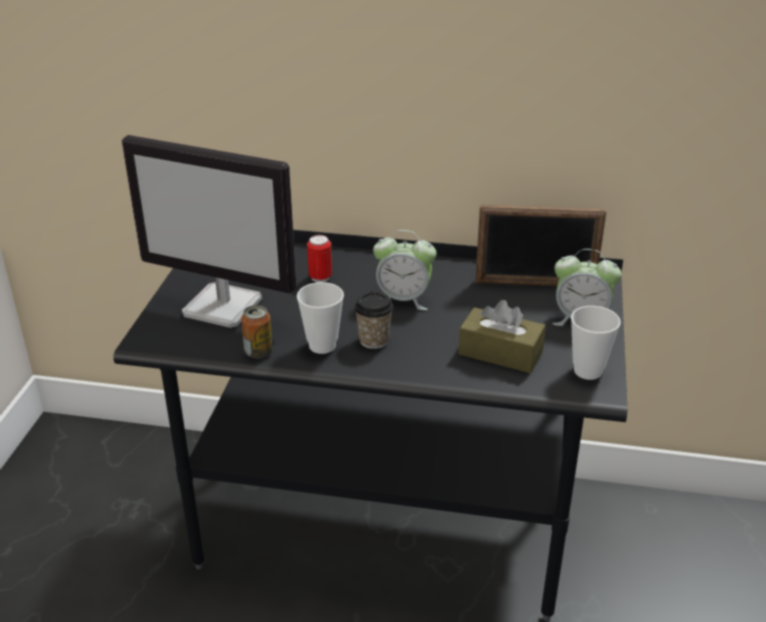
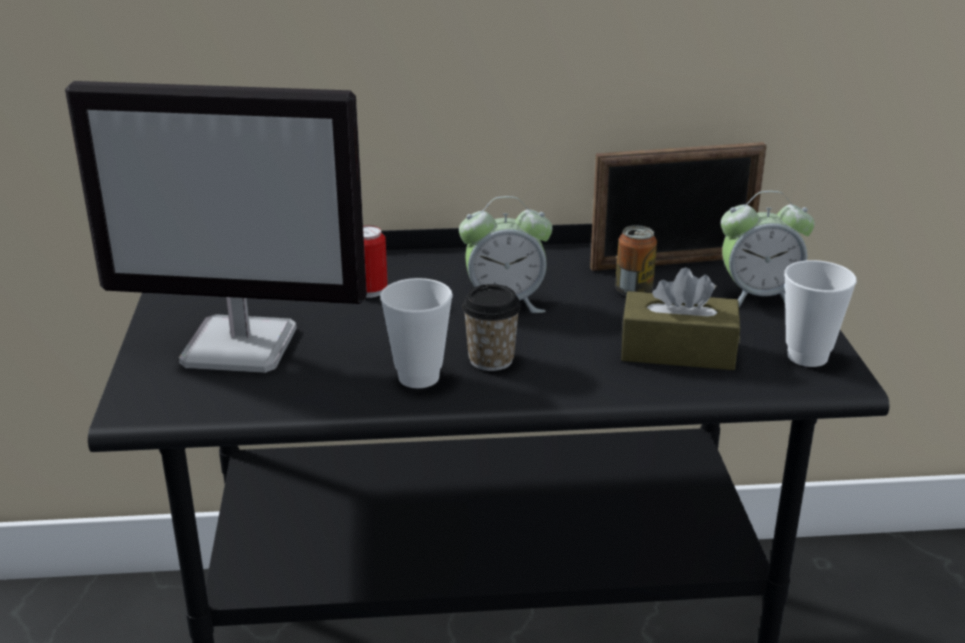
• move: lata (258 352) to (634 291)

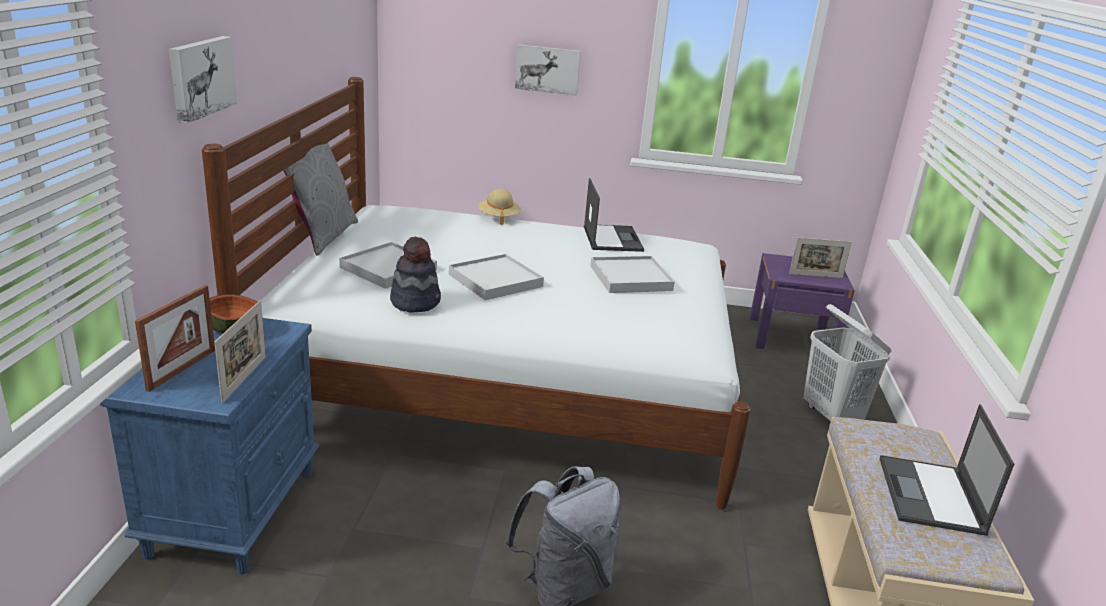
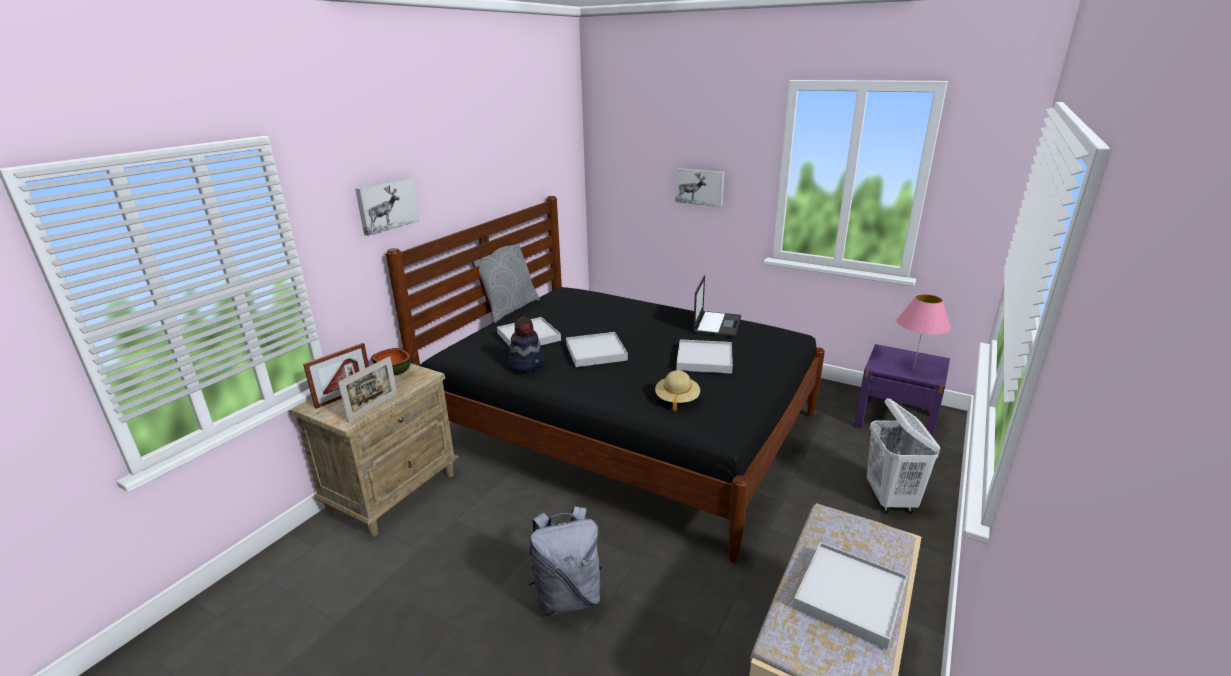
• move: sombrero [beis] (498 217) to (677 399)
• replace: portarretratos (815 276) to lámpara de mesa [rosa] (913 369)
• replace: portátil (931 496) to bandeja [blanco] (850 596)
• recolor: mesita de noche [azul] (233 510) to mesita de noche [beis] (393 492)
• recolor: cama [blanco] (507 383) to cama [negro] (624 429)

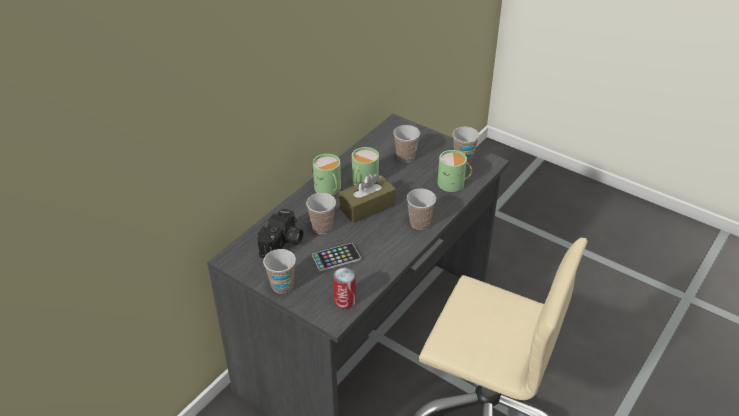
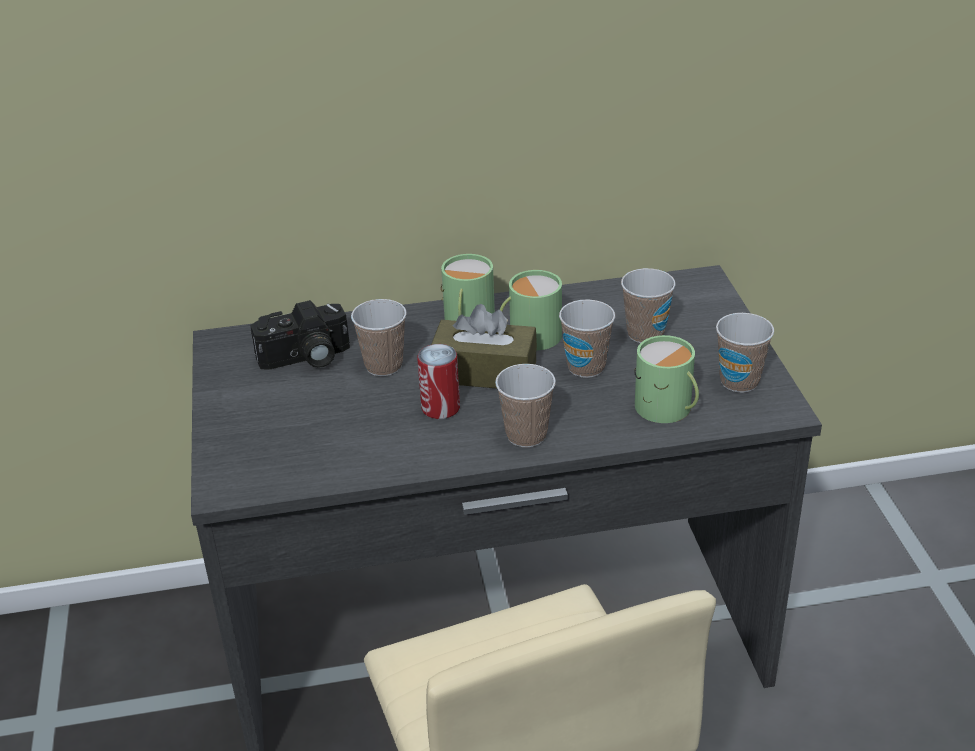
• delete: móvil (336 257)
• move: taza (282 286) to (586 367)
• move: lata (345 301) to (440 408)

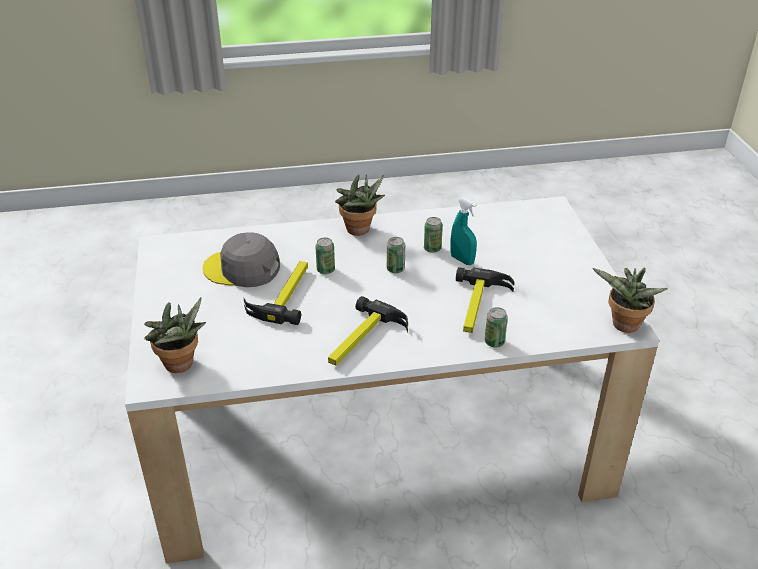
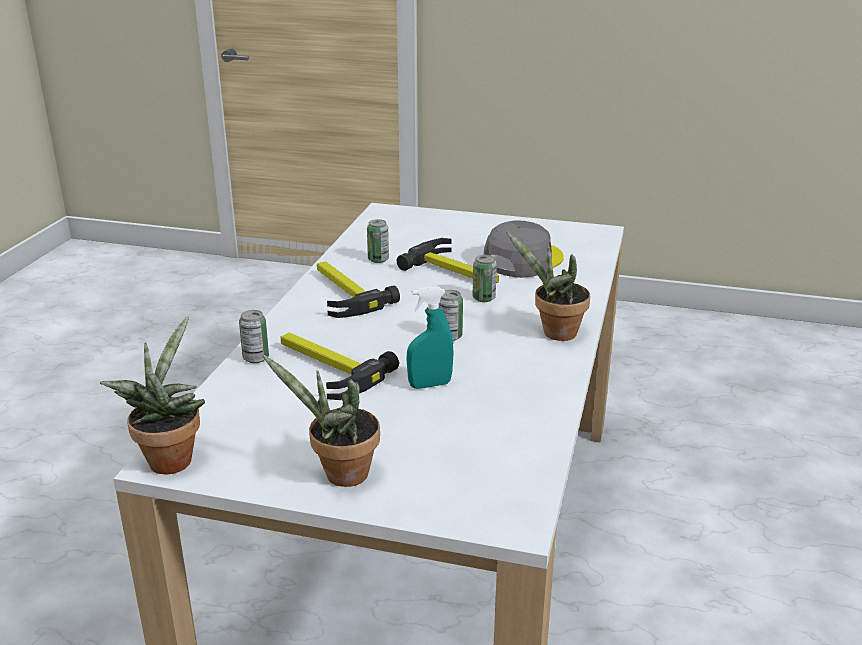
• move: planta en maceta (181 366) to (340 475)
• move: lata (432 249) to (378 259)

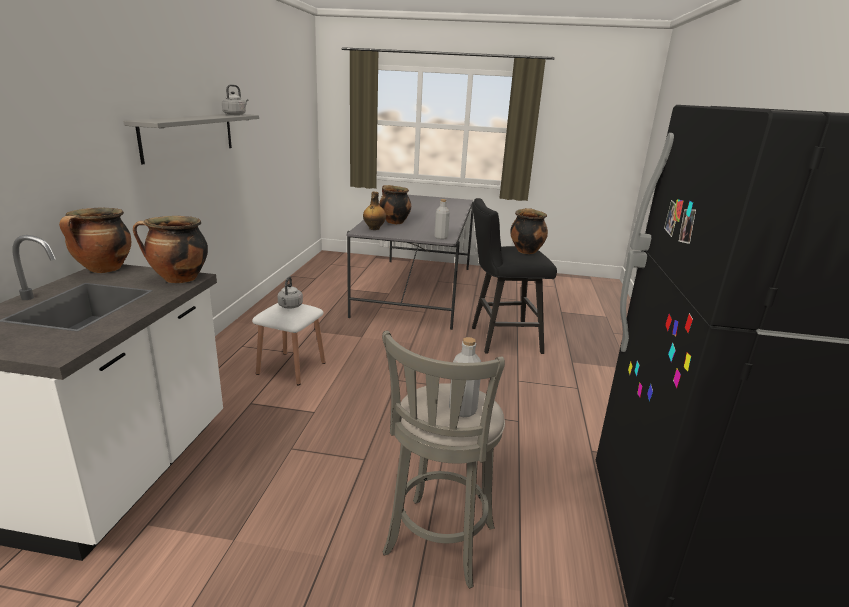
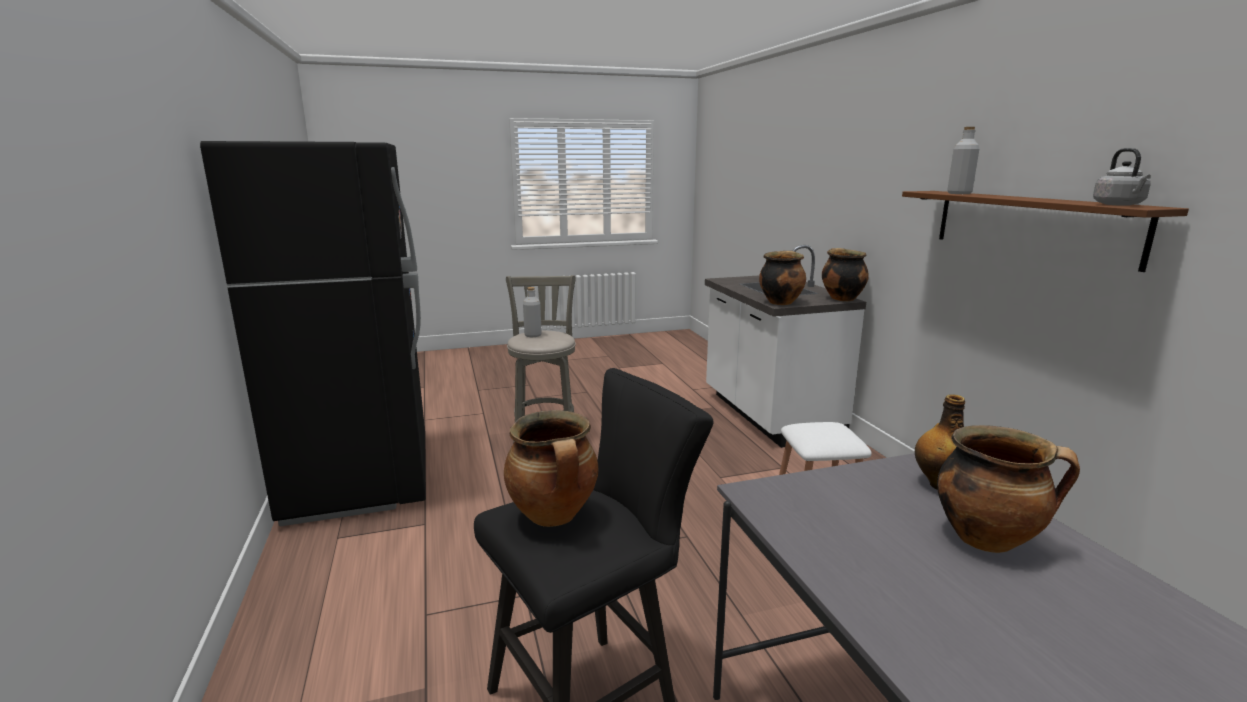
• delete: hervidor [gris] (290 306)
• move: botella [gris] (441 237) to (959 193)
• recolor: estante [gris] (189 136) to estante [marrón] (1031 225)

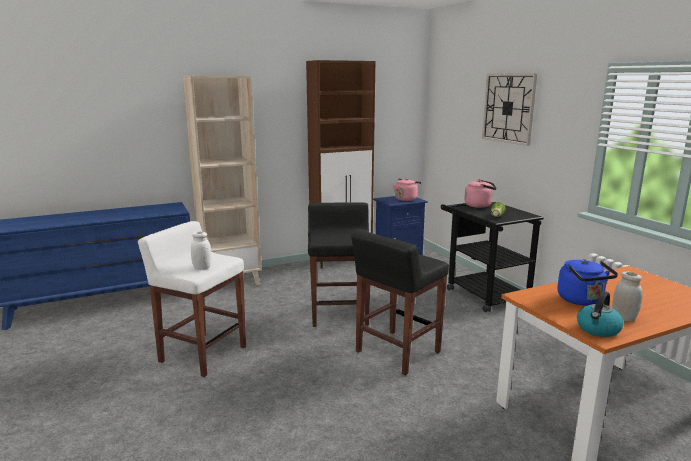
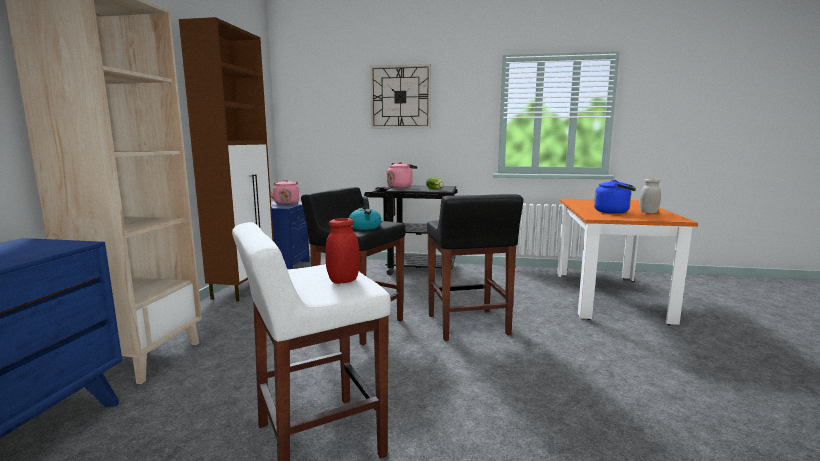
• move: hervidor (598 329) to (365 227)
• recolor: tarro [blanco] (202 267) to tarro [rojo] (343 280)

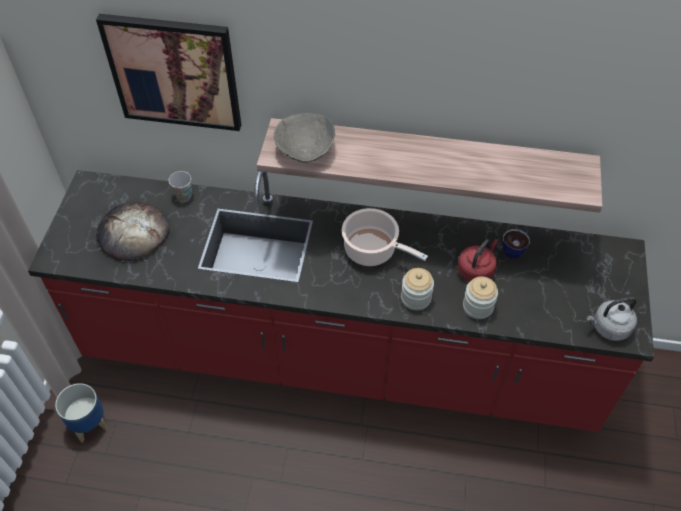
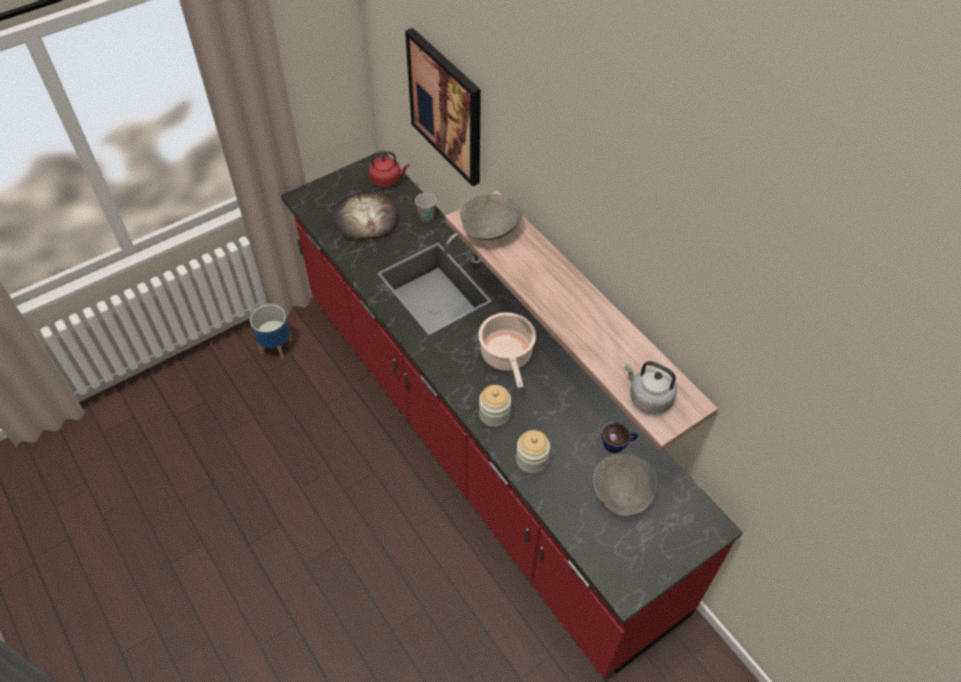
• insert: cuenco [gris] (622 493)
• move: hervidor [rojo] (476 270) to (387 180)
• move: hervidor [gris] (608 328) to (648 397)

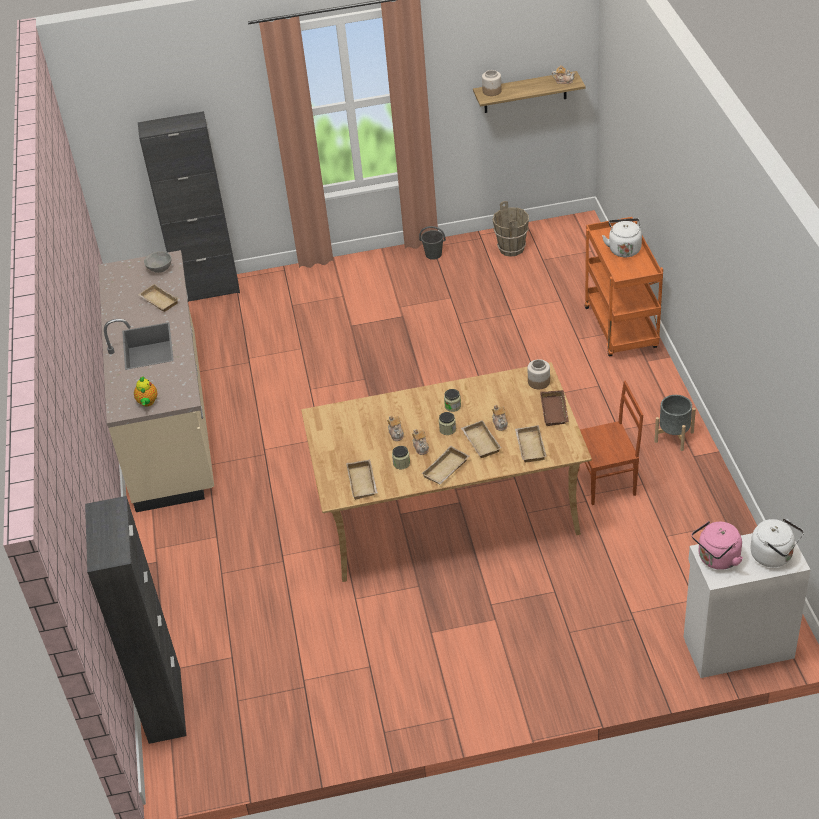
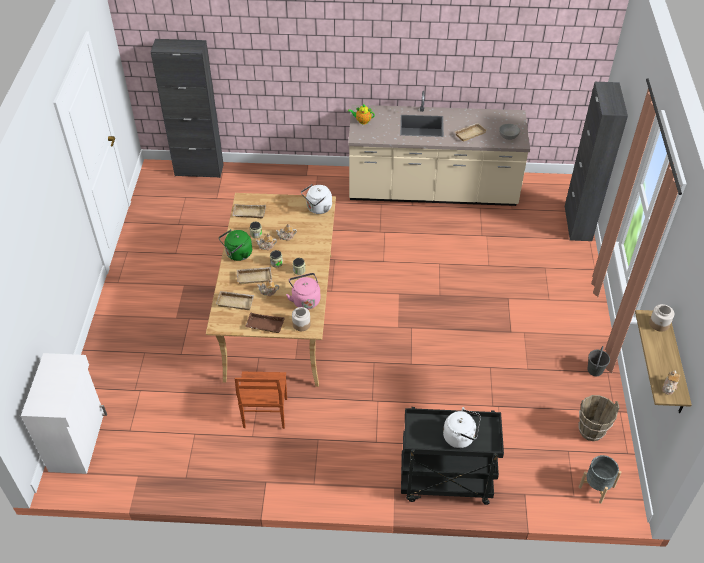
• move: maceta [gris] (674 437) to (596 487)
• move: hervidor [rosa] (717 559) to (305 300)
• move: hervidor [blanco] (774 556) to (318 208)
• replace: bandeja [beis] (446 470) to hervidor [verde] (237 254)
• recolor: carrito [naranja] (622 329) to carrito [negro] (444 483)

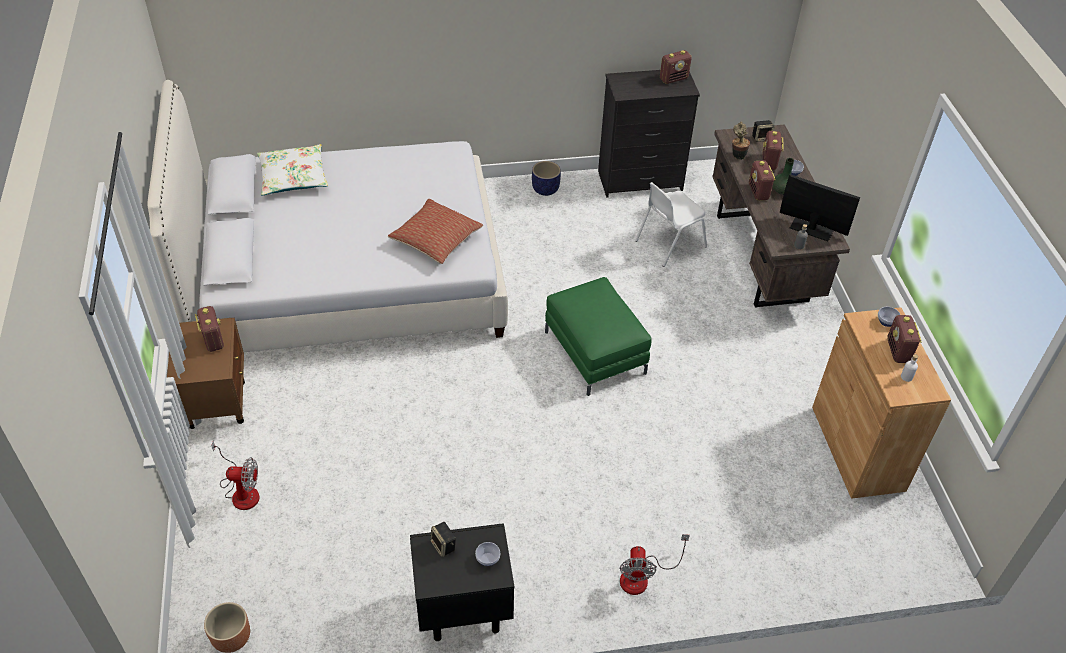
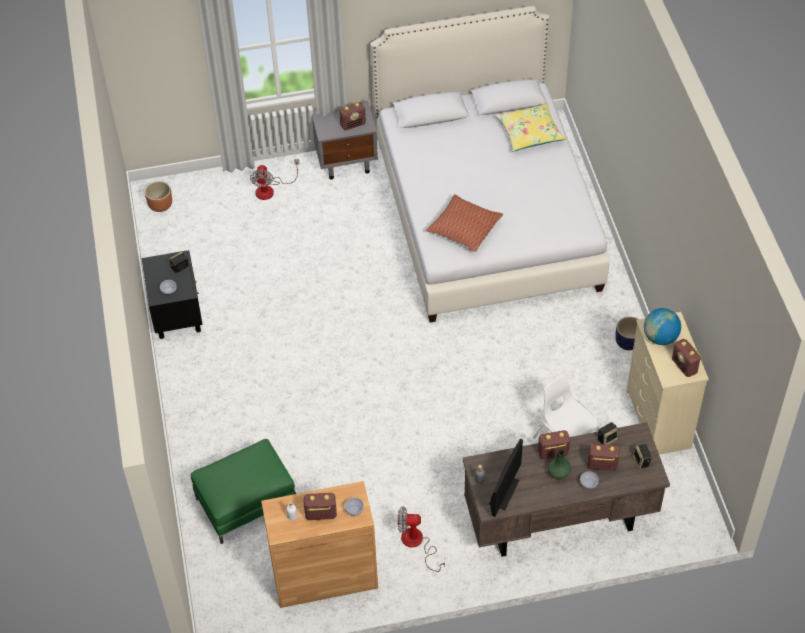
• insert: globo terráqueo (660 338)
• move: puf [verde] (595 352) to (246 503)
• move: ventilador (642 577) to (417 544)
• replace: planta en maceta (737 155) to altavoz (607 439)
• recolor: mesita de noche [marrón] (217 403) to mesita de noche [gris] (347 162)
• recolor: cojín [blanco] (293 177) to cojín [amarillo] (530 133)
• recolor: cómoda [negro] (641 181) to cómoda [beis] (658 420)

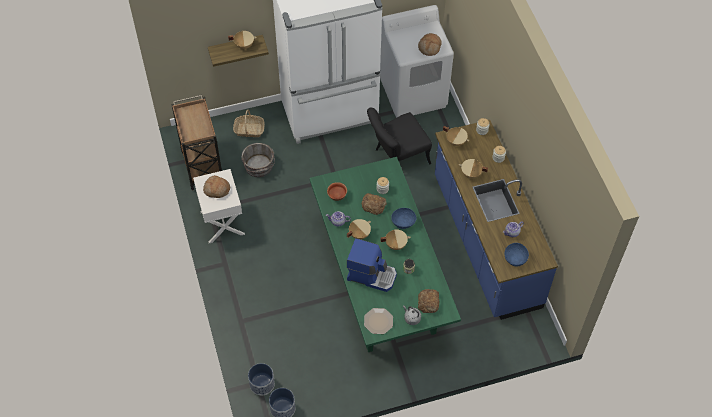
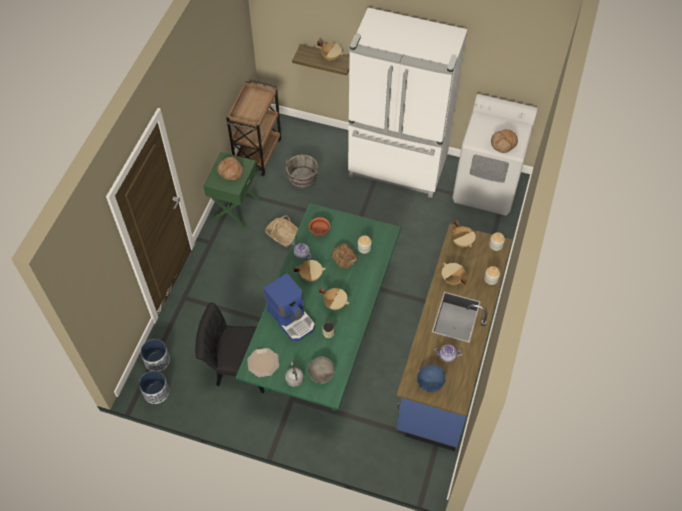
• delete: cuenco [azul] (403 222)
• move: cesta (249 130) to (282 235)
• move: silla [negro] (397 158) to (237 367)
• replace: pan (428 302) to cuenco [gris] (321 374)
• recolor: mesita de noche [blanco] (221 223) to mesita de noche [verde] (235 208)

